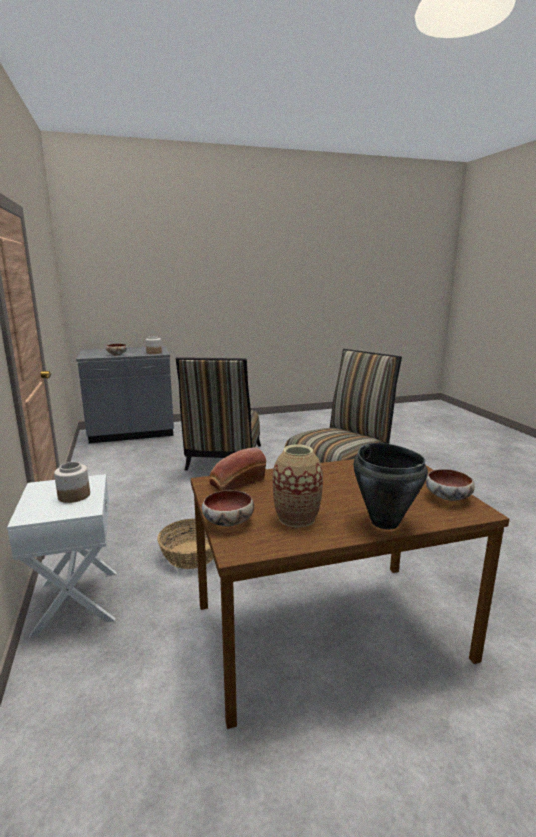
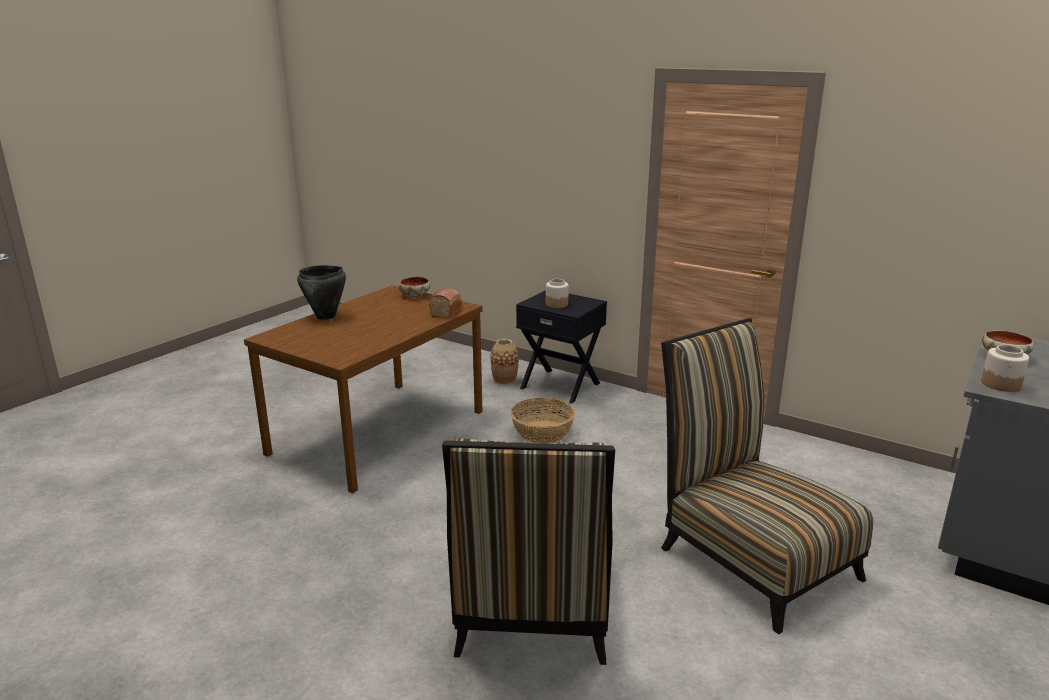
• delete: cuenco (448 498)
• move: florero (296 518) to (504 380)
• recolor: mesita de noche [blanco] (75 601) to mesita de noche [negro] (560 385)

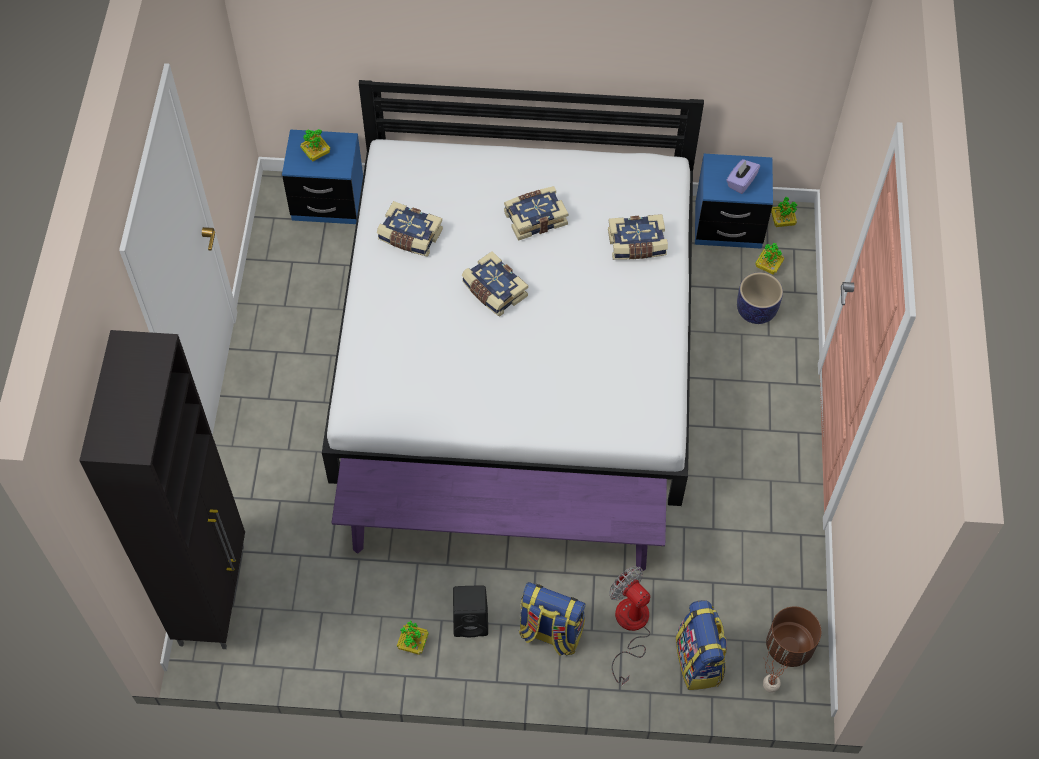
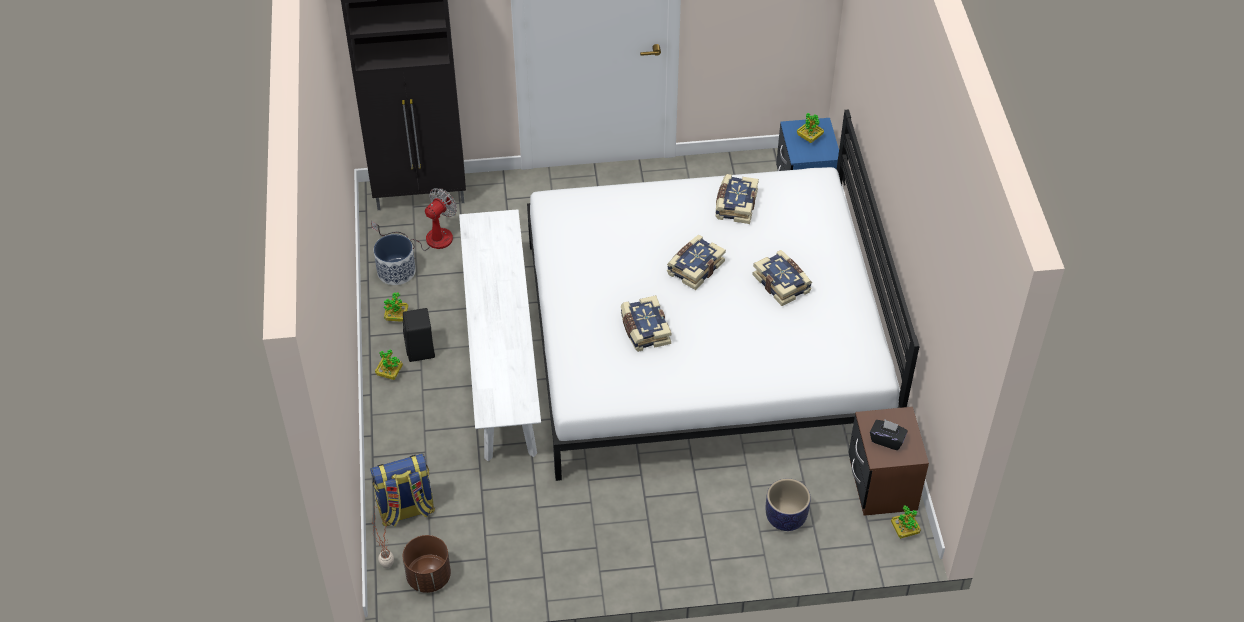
• delete: mochila (550 632)
• insert: maceta (396 271)
• move: libro (637 245) to (644 330)
• move: ventilador (630 627) to (428 239)
• move: planta en maceta (768 266) to (389 373)
• recolor: banco [morado] (501 536) to banco [blanco] (502 357)
• recolor: mesita de noche [azul] (728 225) to mesita de noche [marrón] (882 484)
• recolor: caja de pañuelos [morado] (741 182) to caja de pañuelos [negro] (887 440)

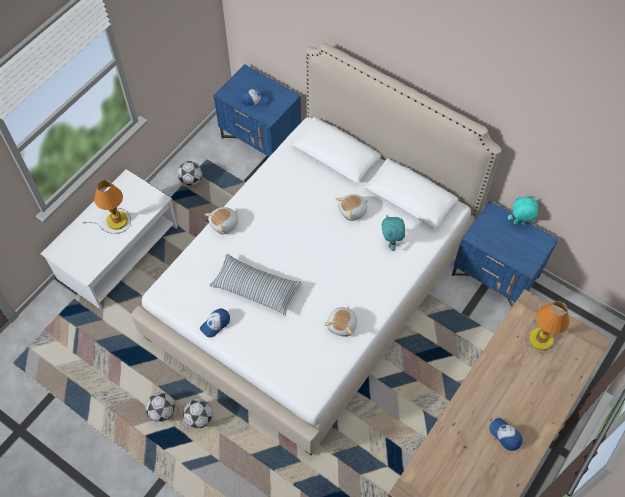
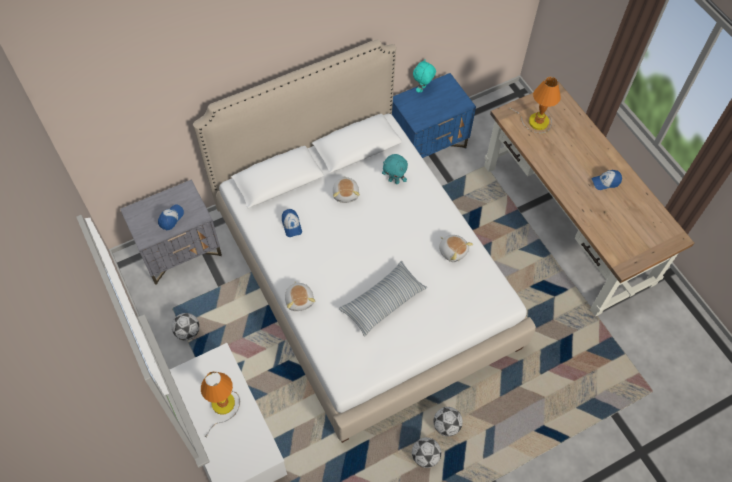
• move: gorra (215 324) to (291 225)
• recolor: mesita de noche [azul] (261 139) to mesita de noche [gris] (180 251)

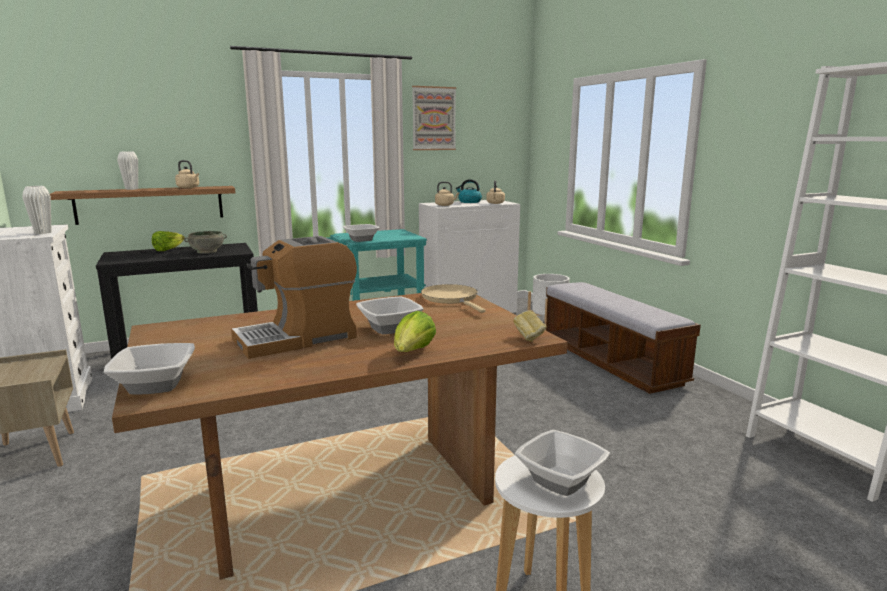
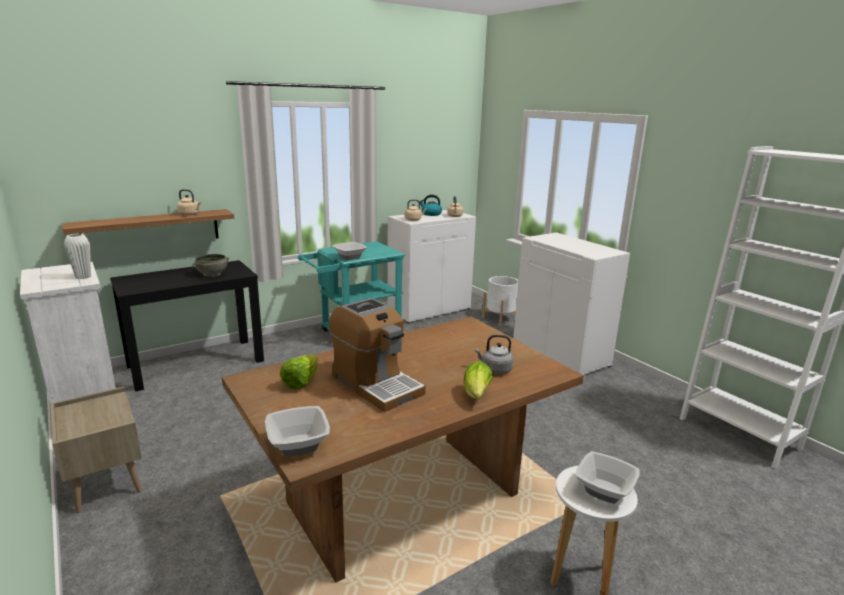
• delete: florero [blanco] (131 189)
• delete: cuenco (390 328)
• delete: cuadro (433 118)
• delete: sartén [beis] (451 299)
• delete: pan (529 338)
• insert: hervidor [gris] (495 369)
• move: lechuga (168 250) to (301 382)
• replace: banco (610 361) to armario [blanco] (561 354)
• rotate: cafetera (297 338) = (376 384) 90 degrees counterclockwise

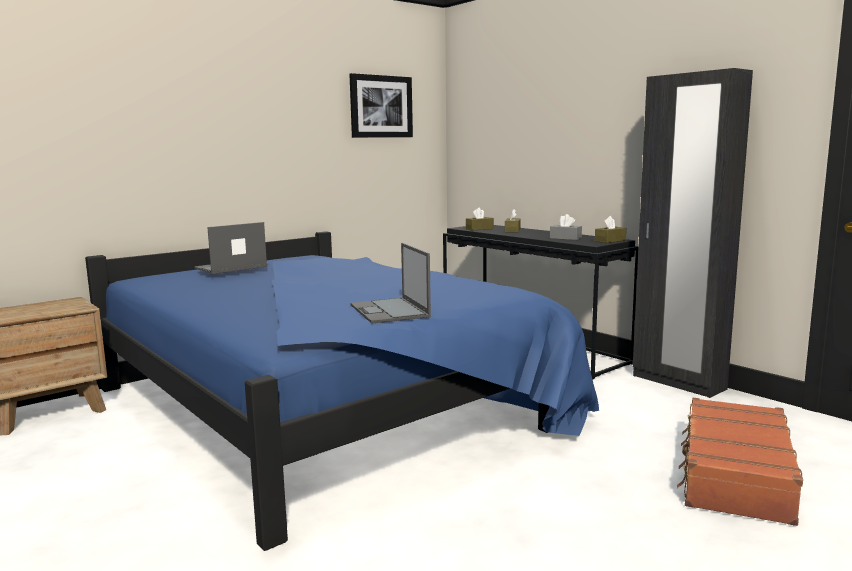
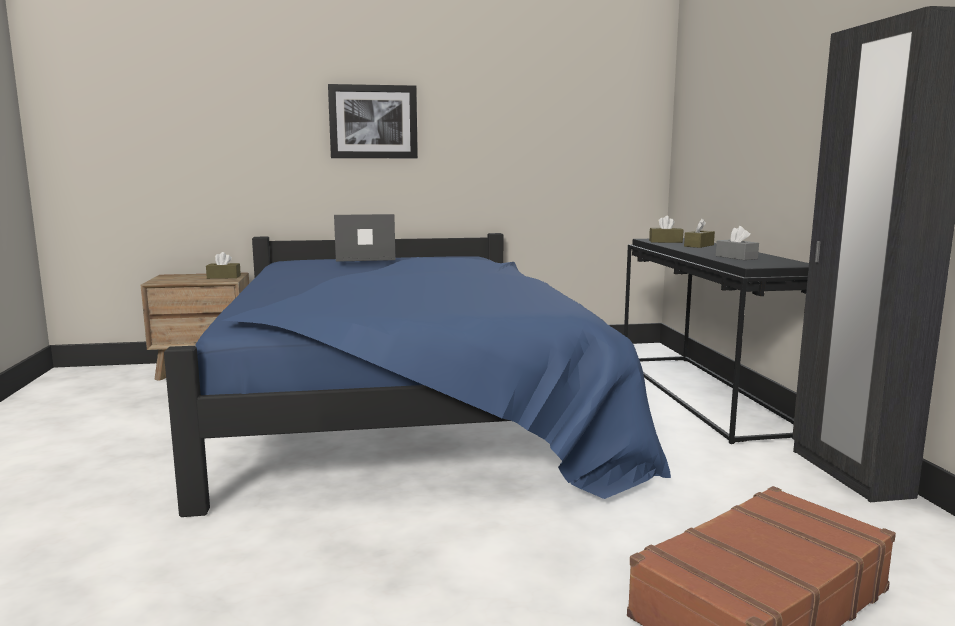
• delete: portátil (390 311)
• move: cuadro (381 106) to (373 122)
• move: caja de pañuelos [marrón] (610 240) to (223 277)

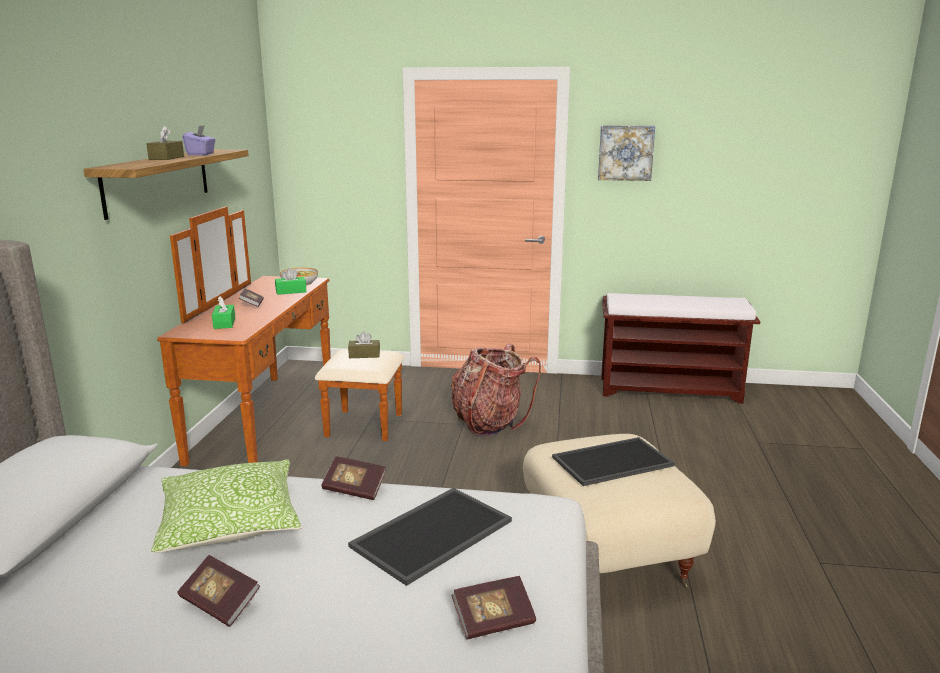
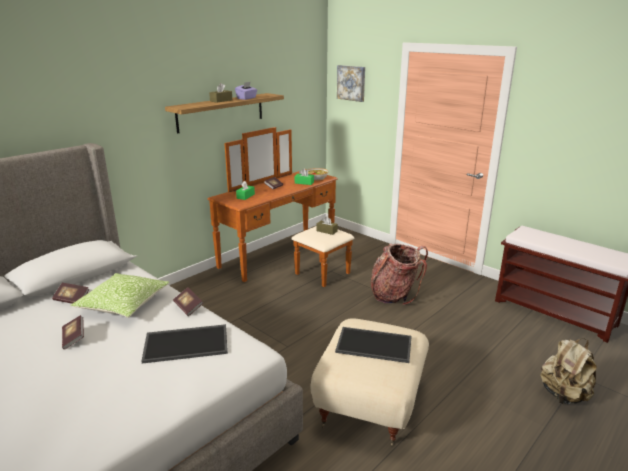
• insert: mochila [beis] (564 395)
• move: libro (493 621) to (72 299)
• move: cuadro (625 153) to (351 83)

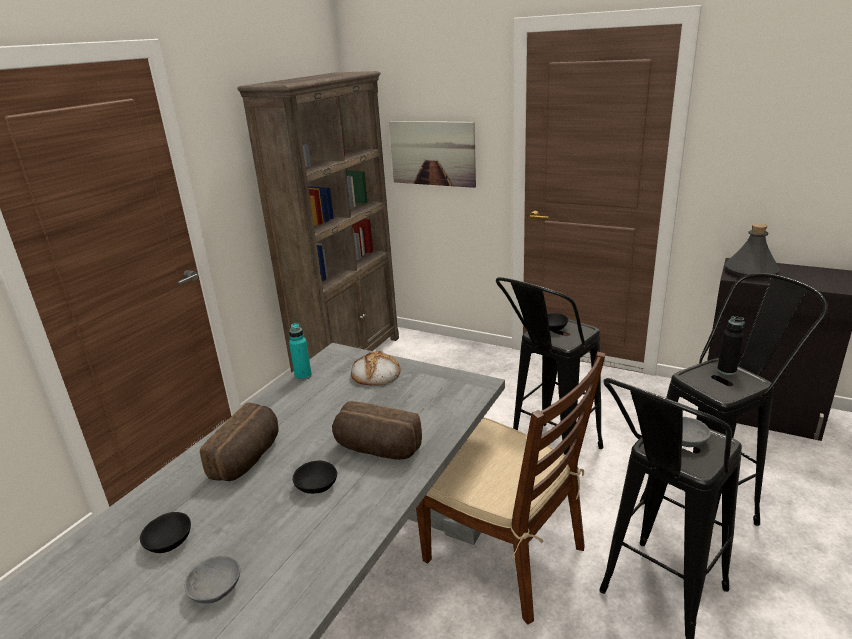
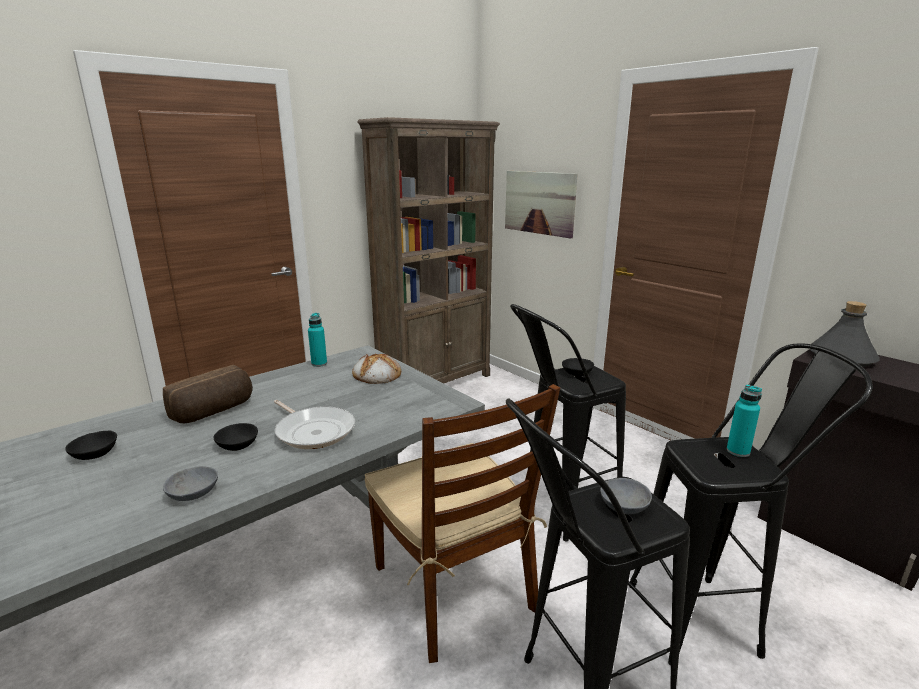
• move: cuenco [gris] (216 590) to (193 494)
• replace: pan (376 449) to sartén (313 431)
• recolor: botella [negro] (726 370) to botella [turquesa] (738 451)

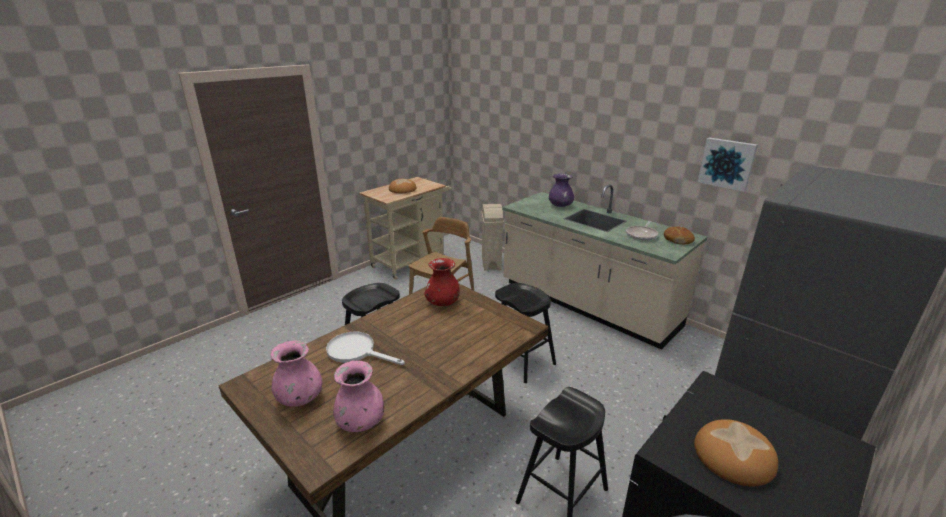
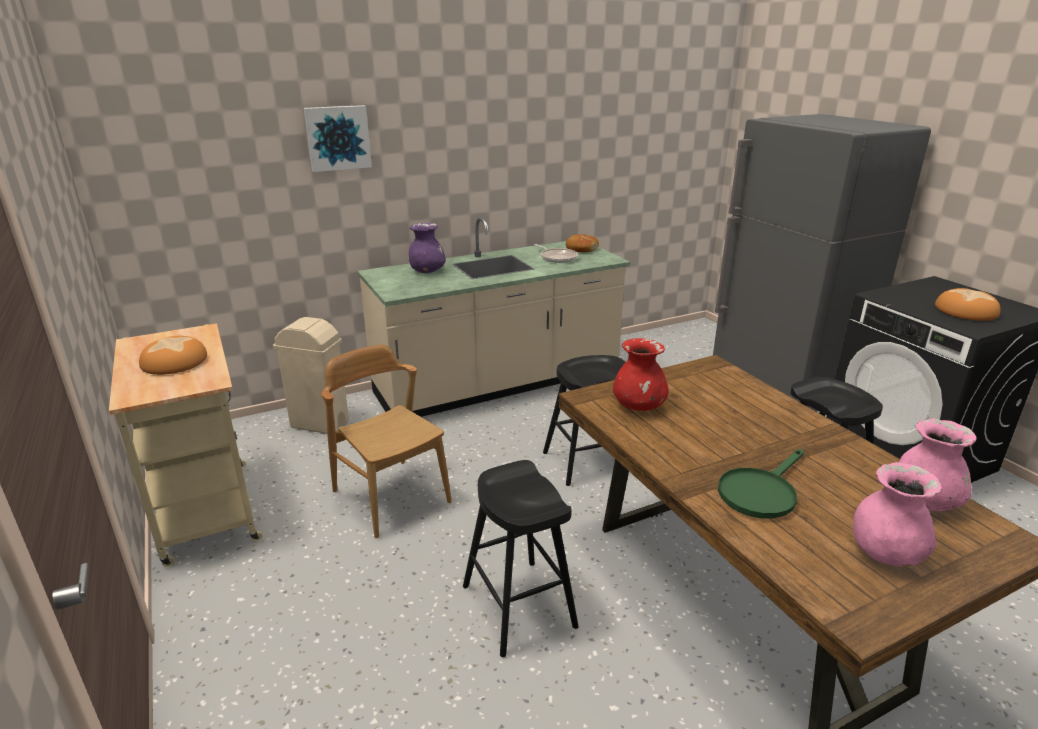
• move: cuadro (727 163) to (337 138)
• recolor: sartén [blanco] (357 351) to sartén [verde] (760 492)

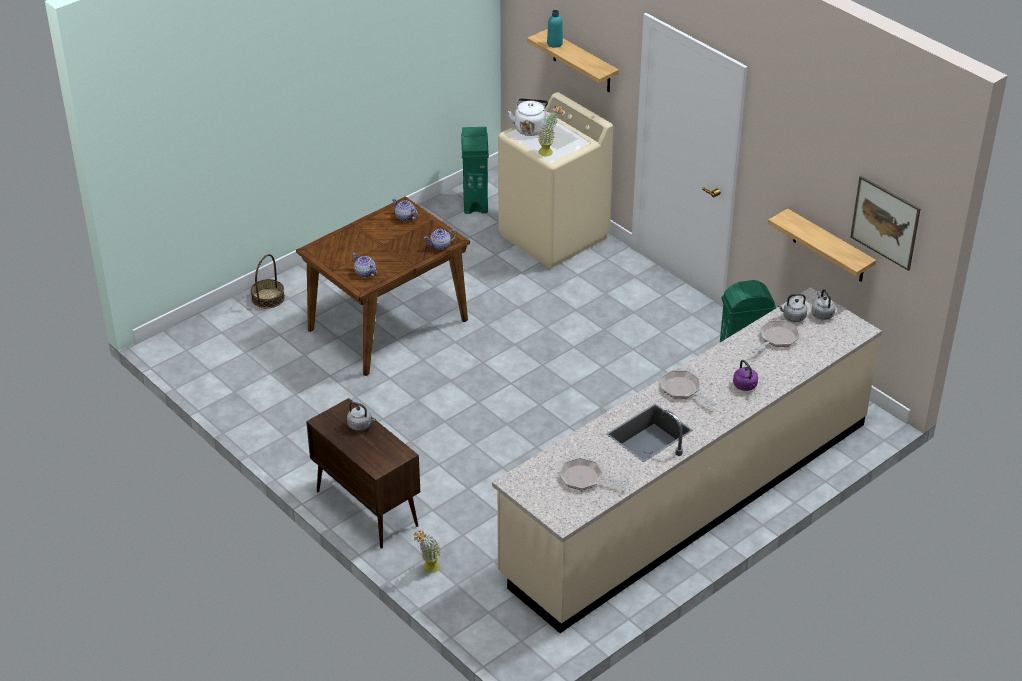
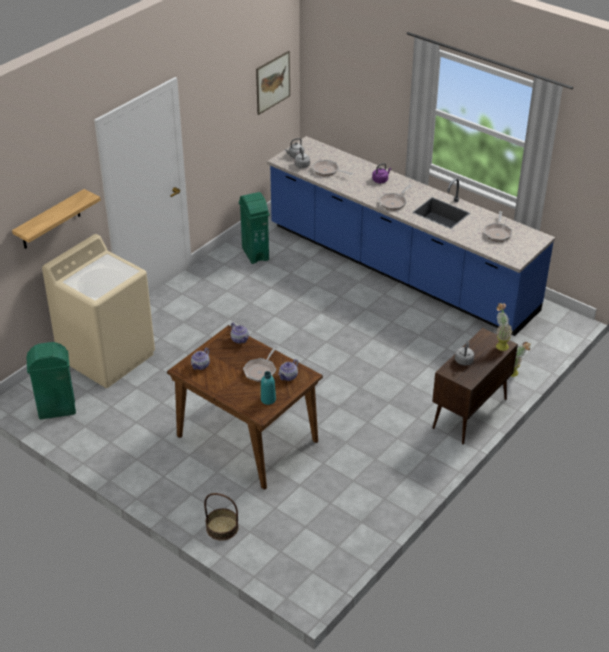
• delete: hervidor [blanco] (530 128)
• delete: estante (829 247)
• insert: sartén (261 370)
• move: planta en maceta (549 151) to (500 344)
• move: botella [turquesa] (554 43) to (268 399)
• recolor: mueble bajo de cocina [beis] (688 498) to mueble bajo de cocina [azul] (399 268)

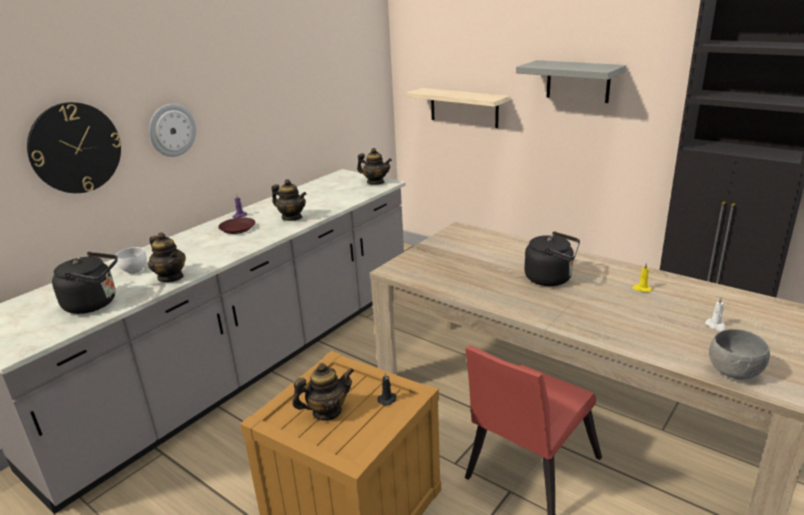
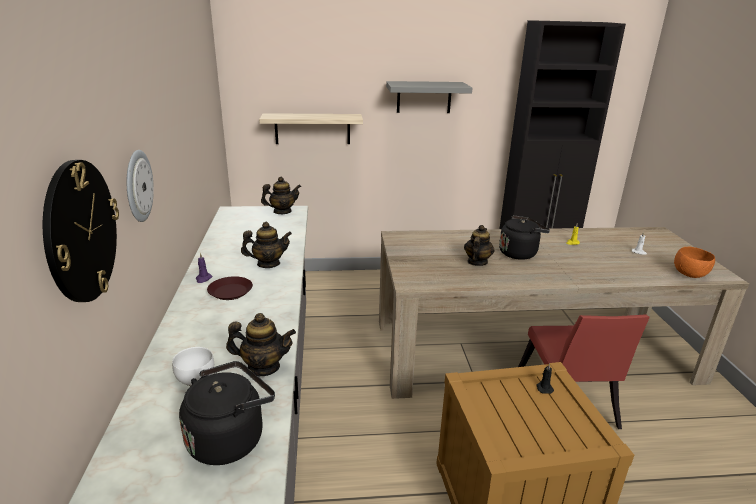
• move: tetera (326 412) to (477 262)
• recolor: cuenco [gris] (735 373) to cuenco [naranja] (690 275)

